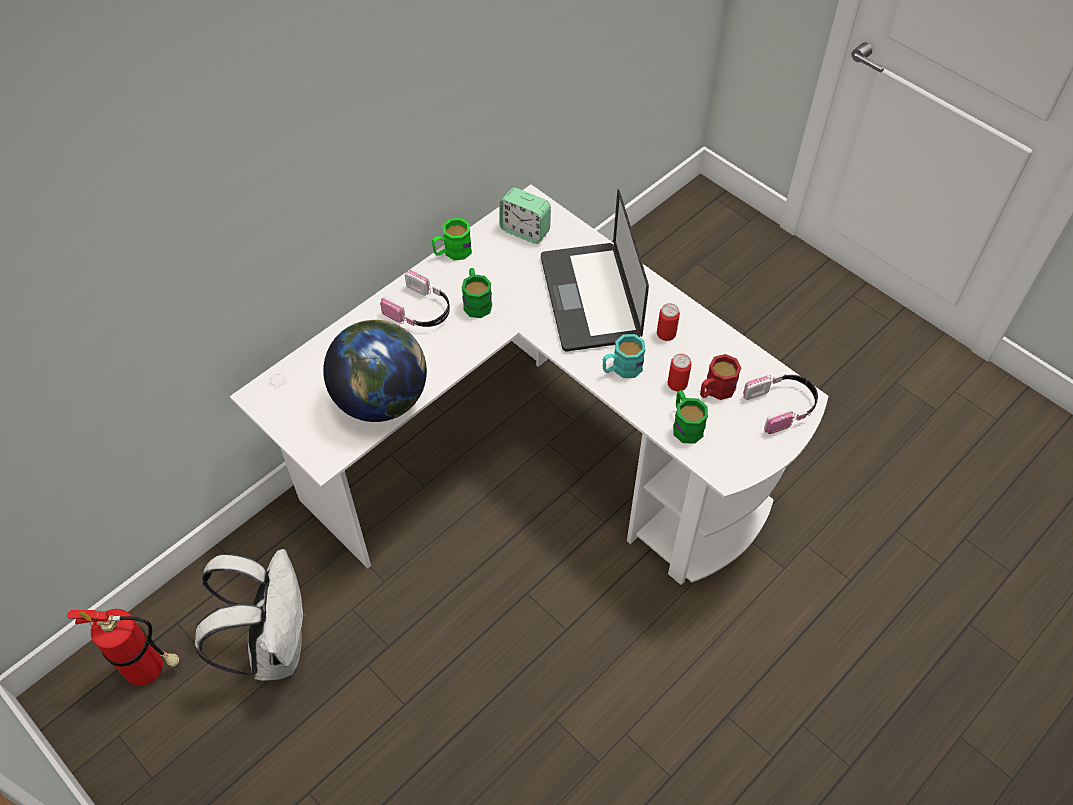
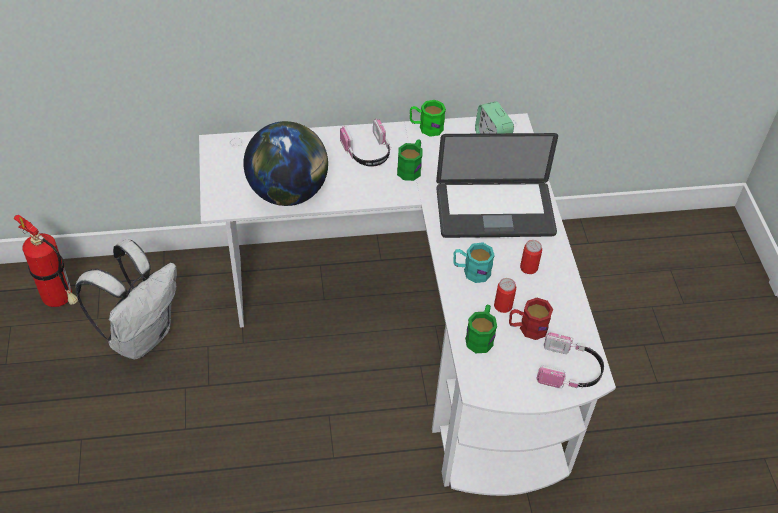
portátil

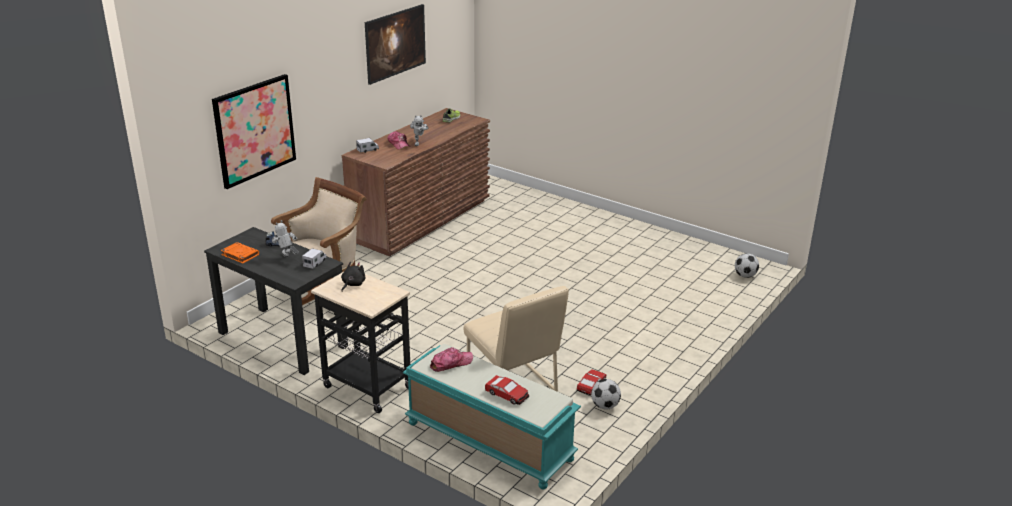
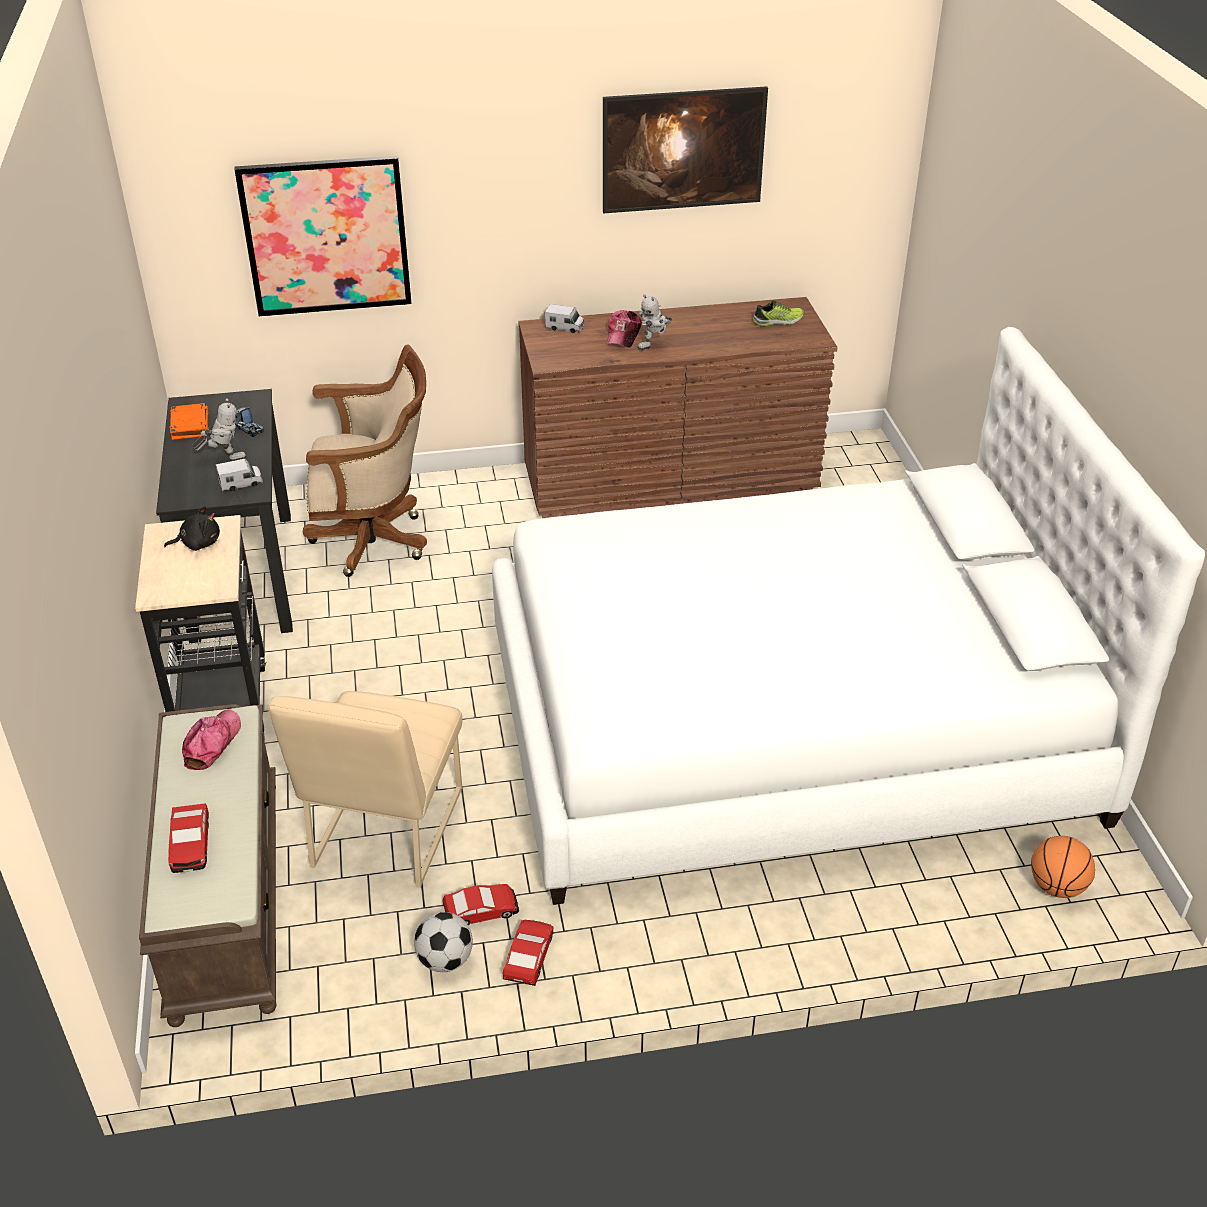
cama/blanco
coche de juguete (no. 3 from left)
balón de baloncesto
banco/marrón
robot de juguete (no. 1 from left)
gorra (no. 1 from left)

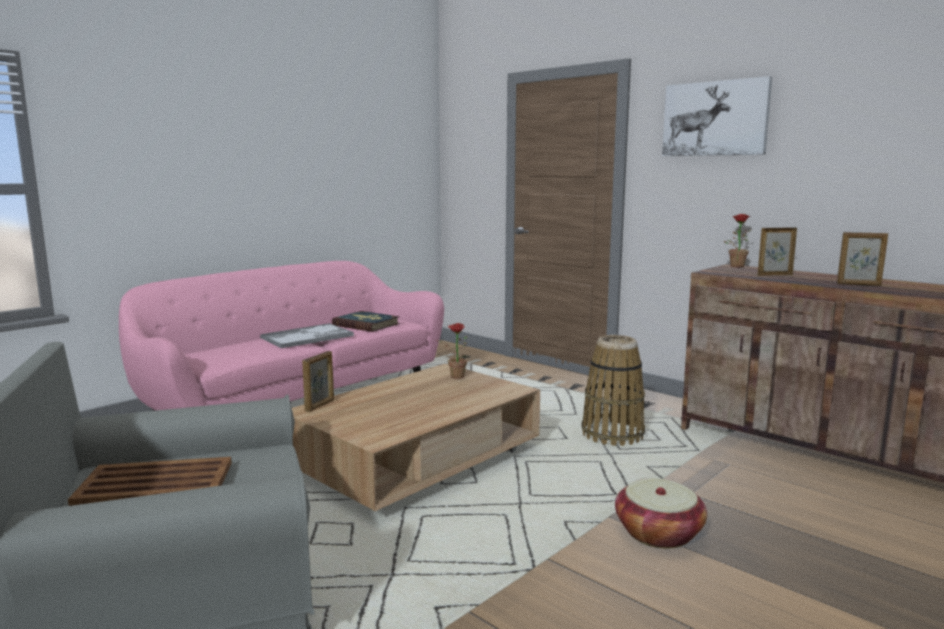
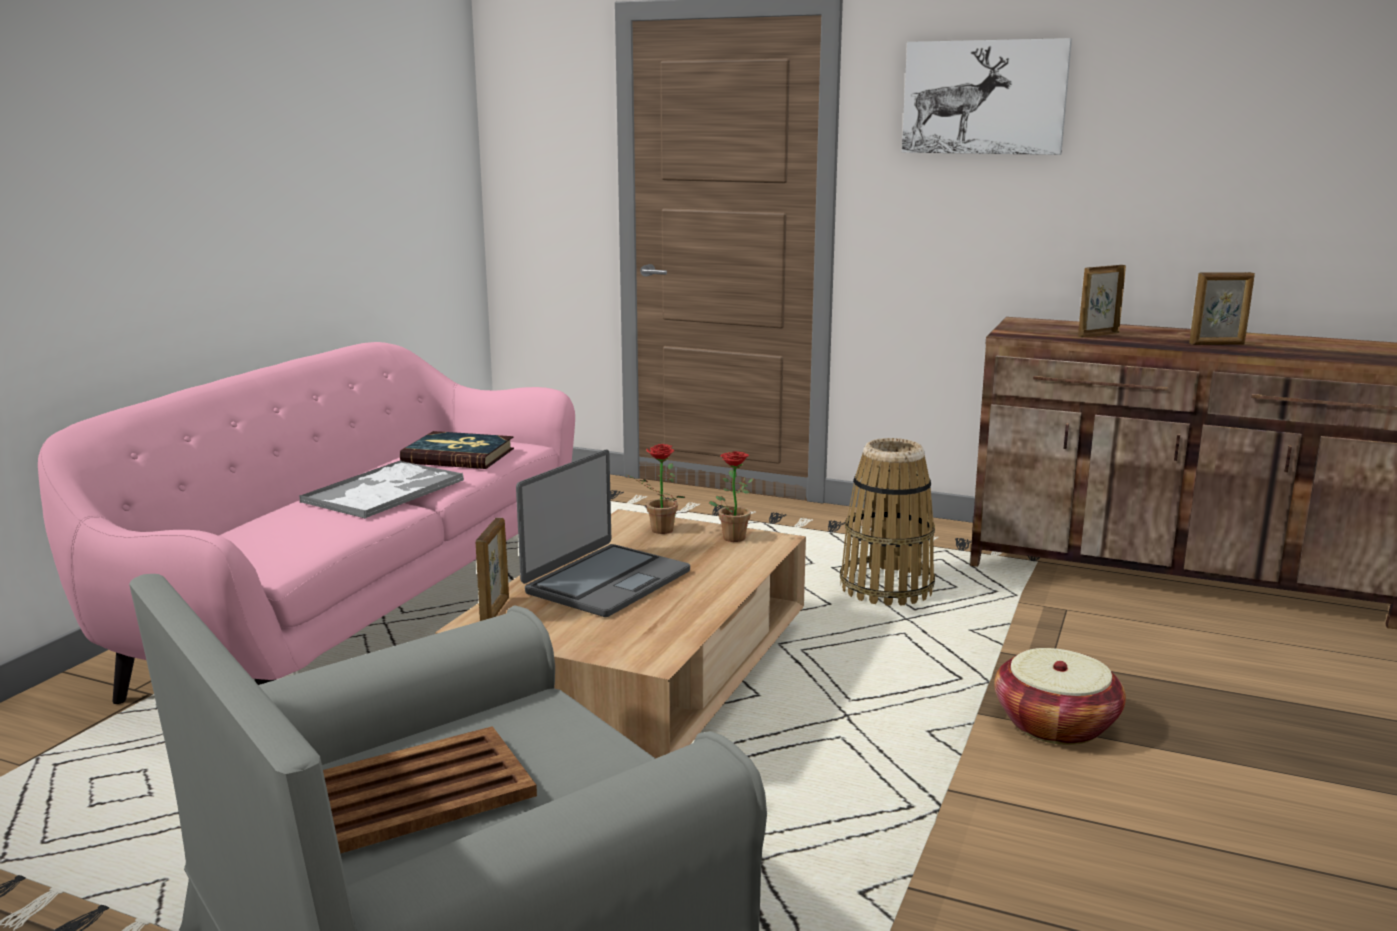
portátil
planta en maceta (no. 2 from left)

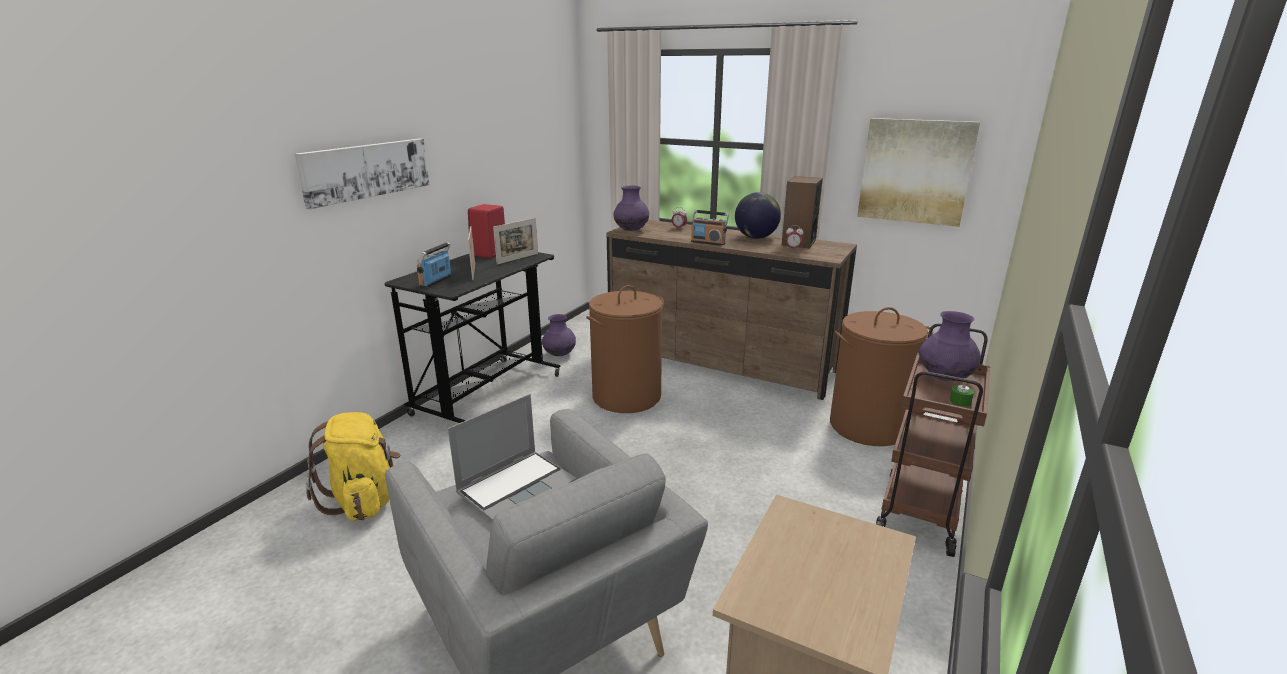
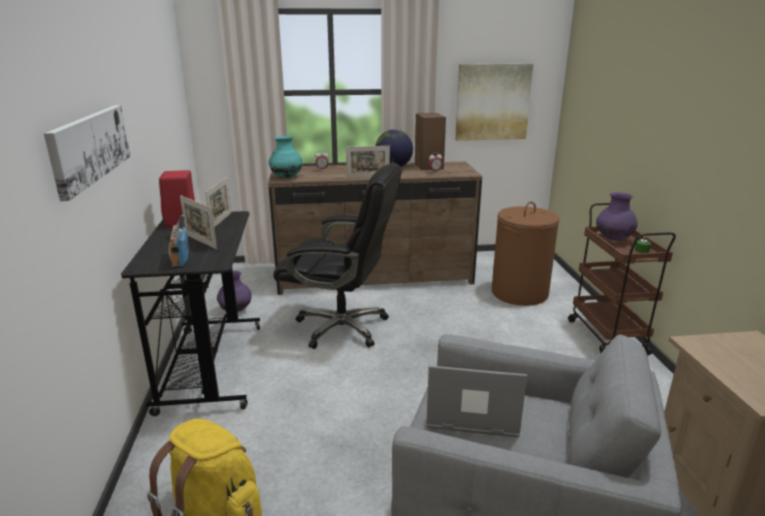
silla de oficina/negro
portarretratos (no. 3 from left)
florero/turquesa
portátil

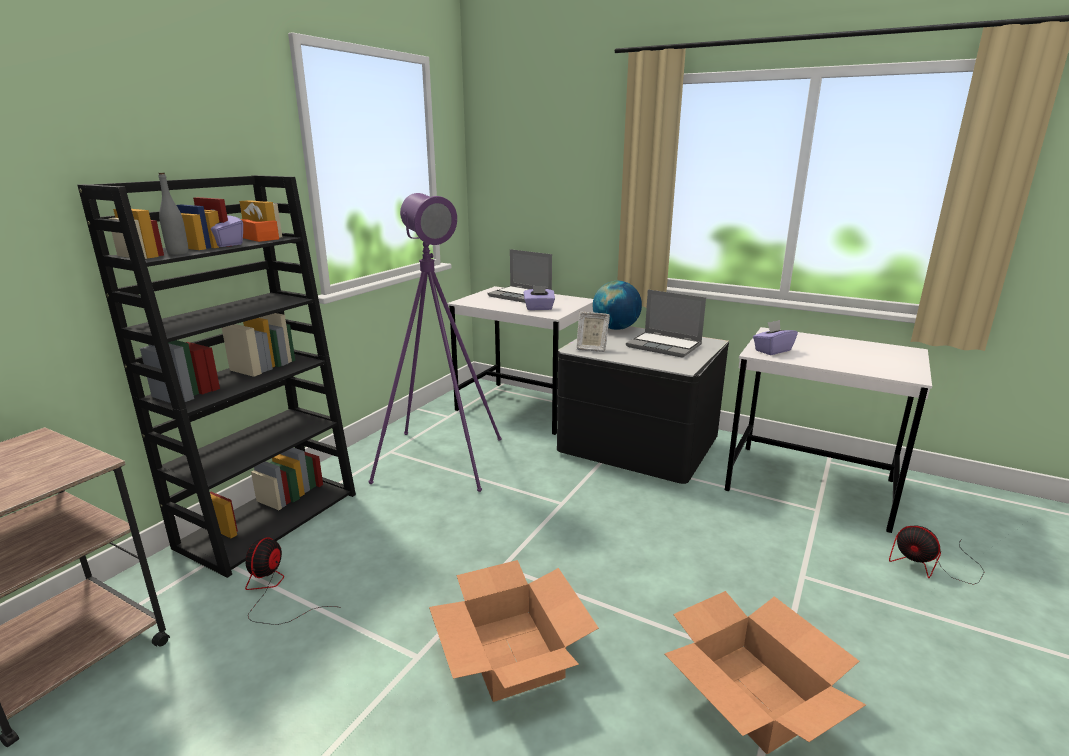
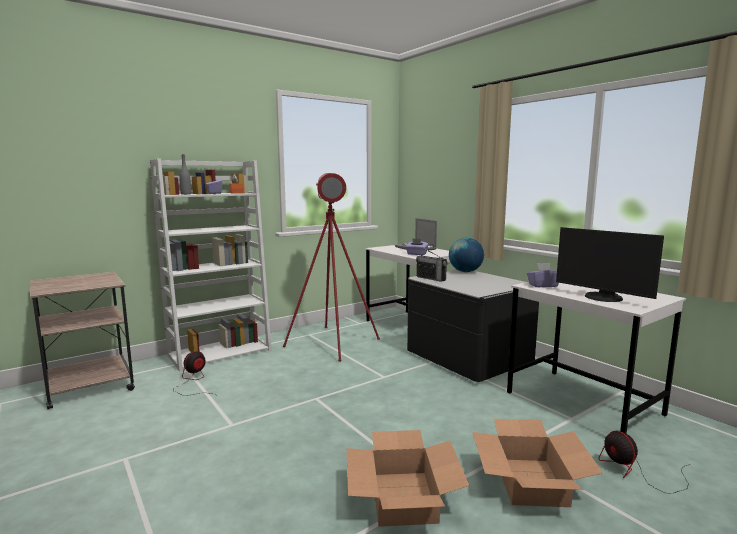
portátil (no. 2 from left in the first image)
monitor
caja de cartón (no. 2 from left)
radio
estantería/blanco
lámpara de pie/rojo

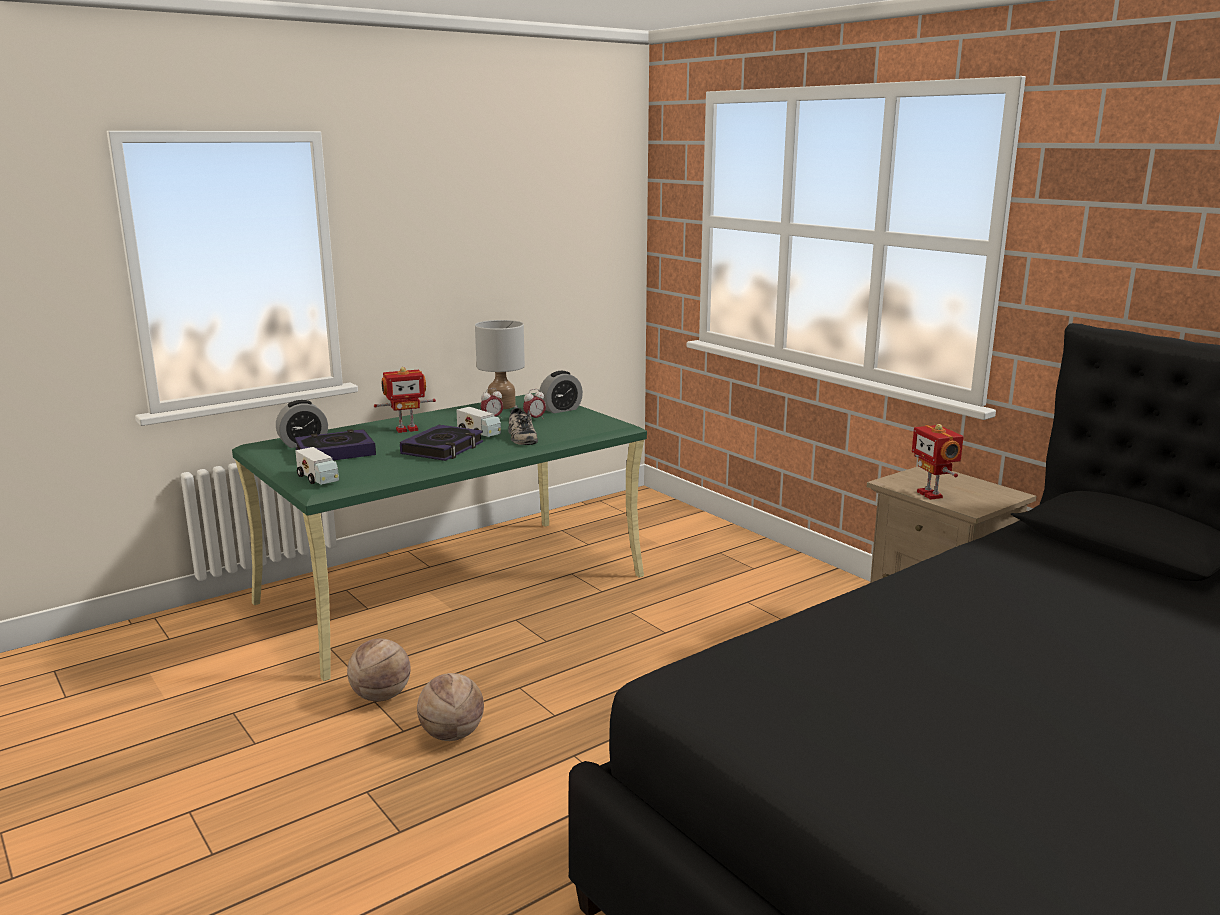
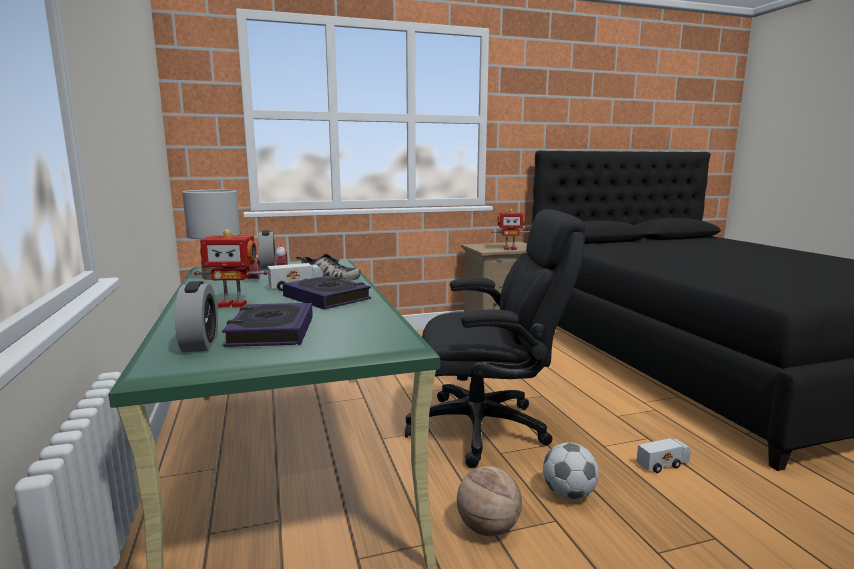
silla de oficina/negro
camión de juguete (no. 2 from left)
balón de fútbol
robot de juguete (no. 1 from left)

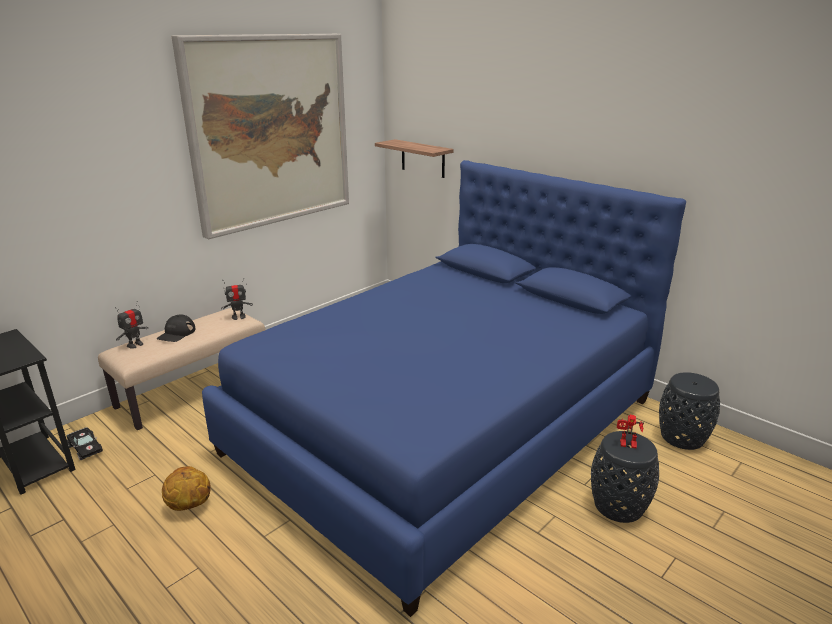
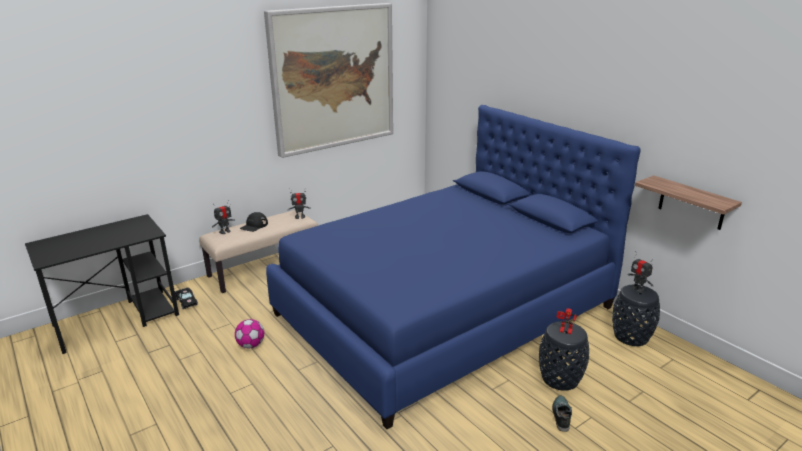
zapato
robot de juguete (no. 4 from left)
estante
balón de fútbol

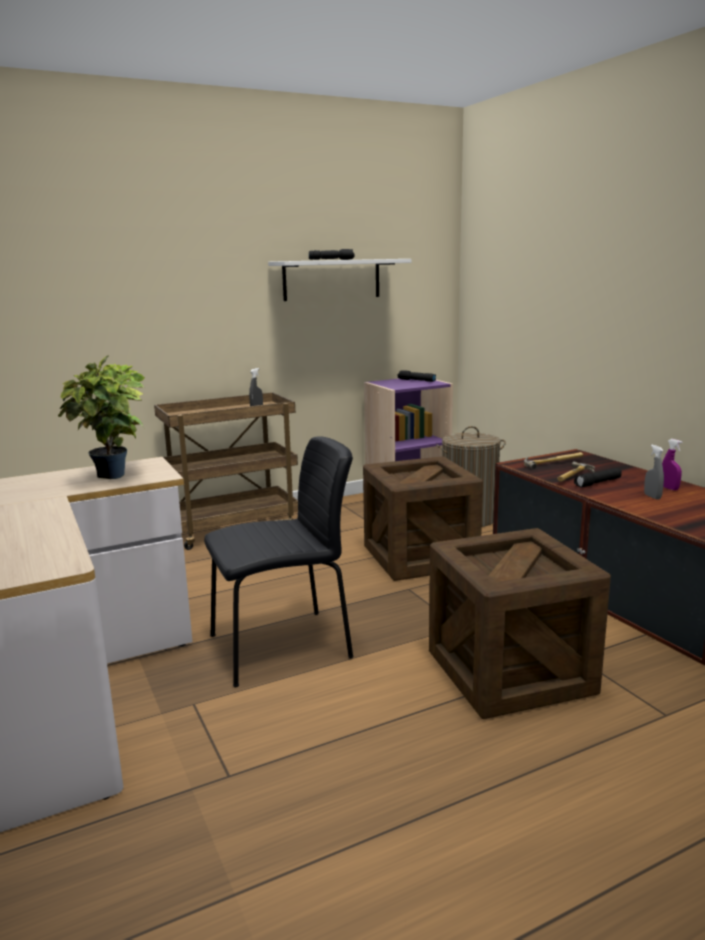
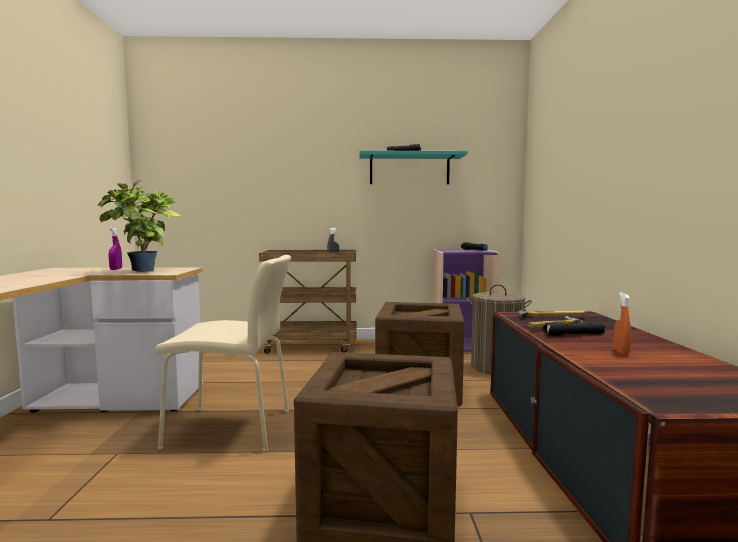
pulverizador/morado
silla/beis
estante/turquesa
pulverizador/naranja

